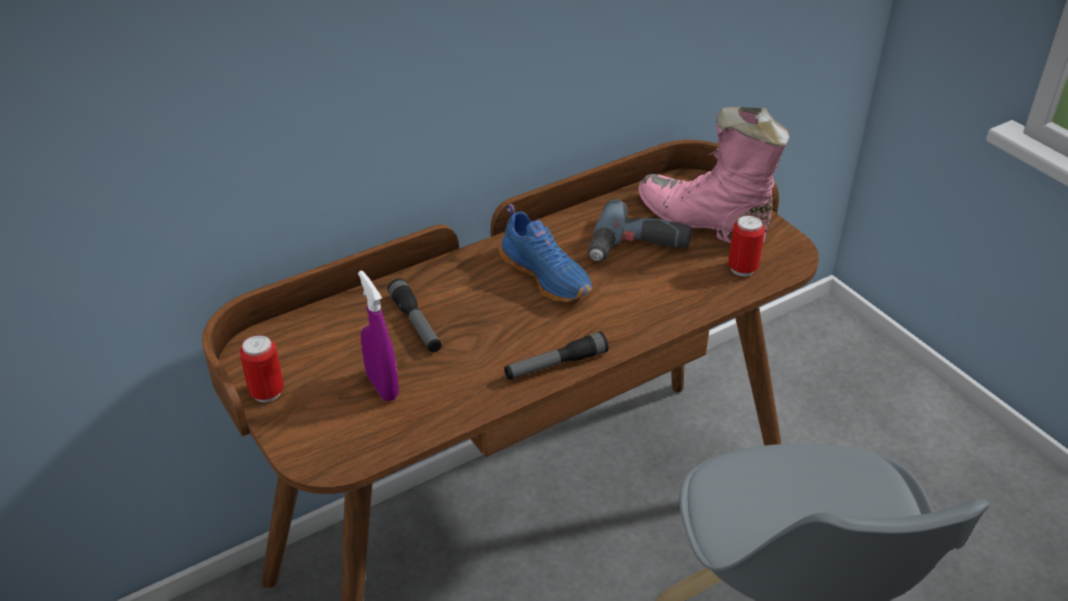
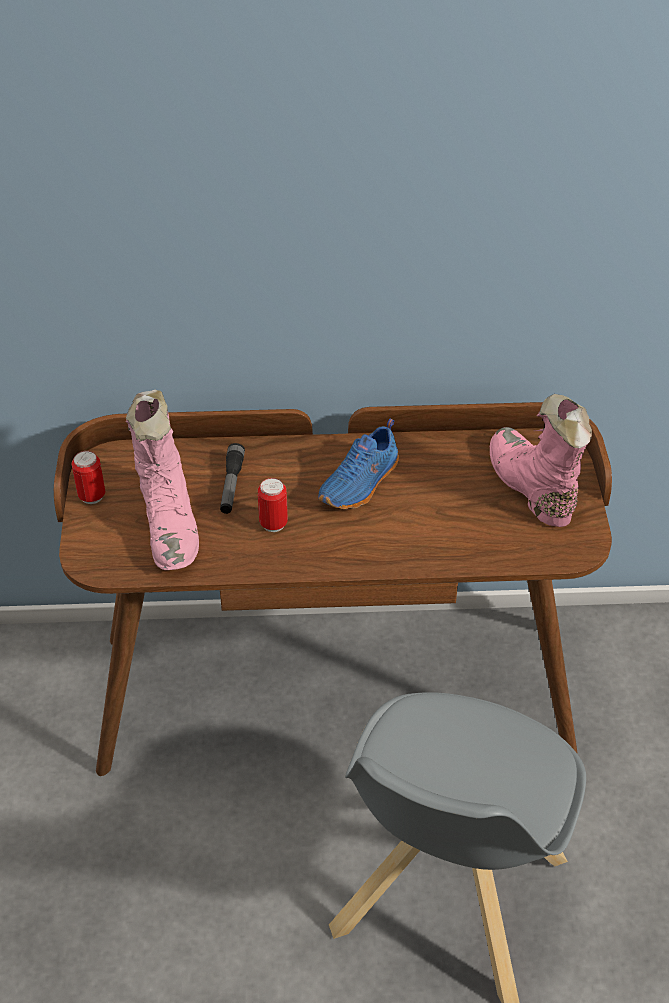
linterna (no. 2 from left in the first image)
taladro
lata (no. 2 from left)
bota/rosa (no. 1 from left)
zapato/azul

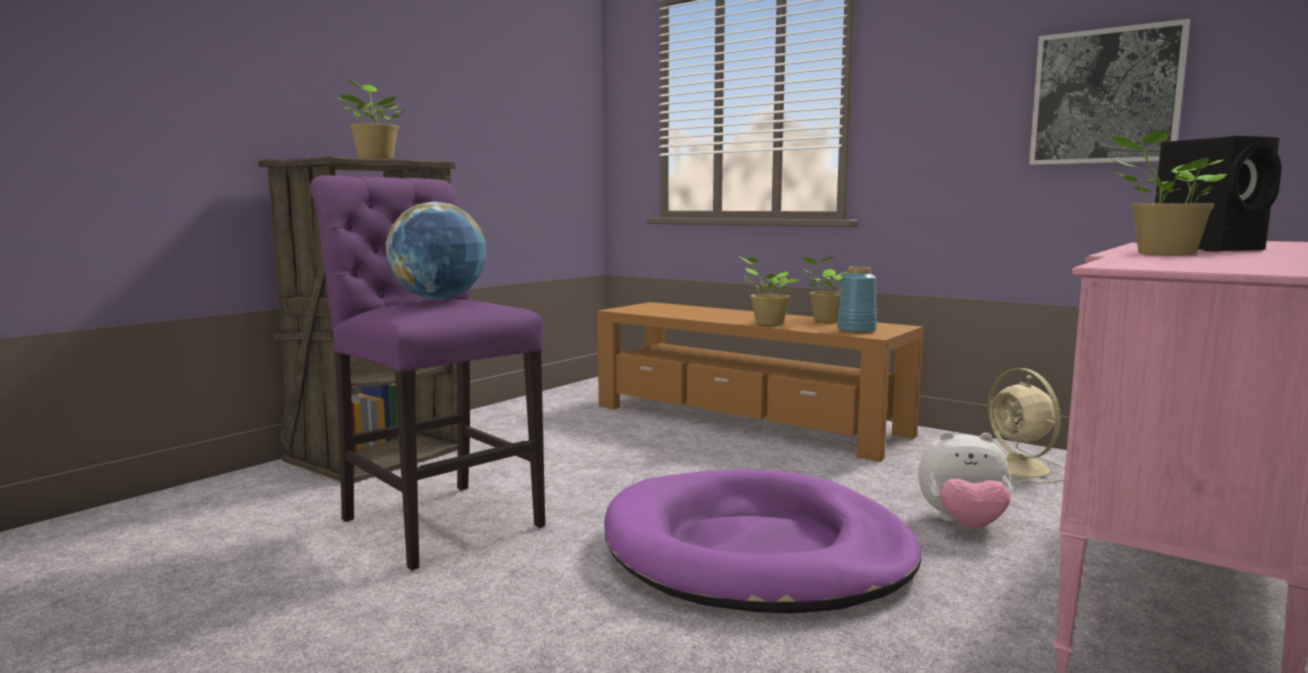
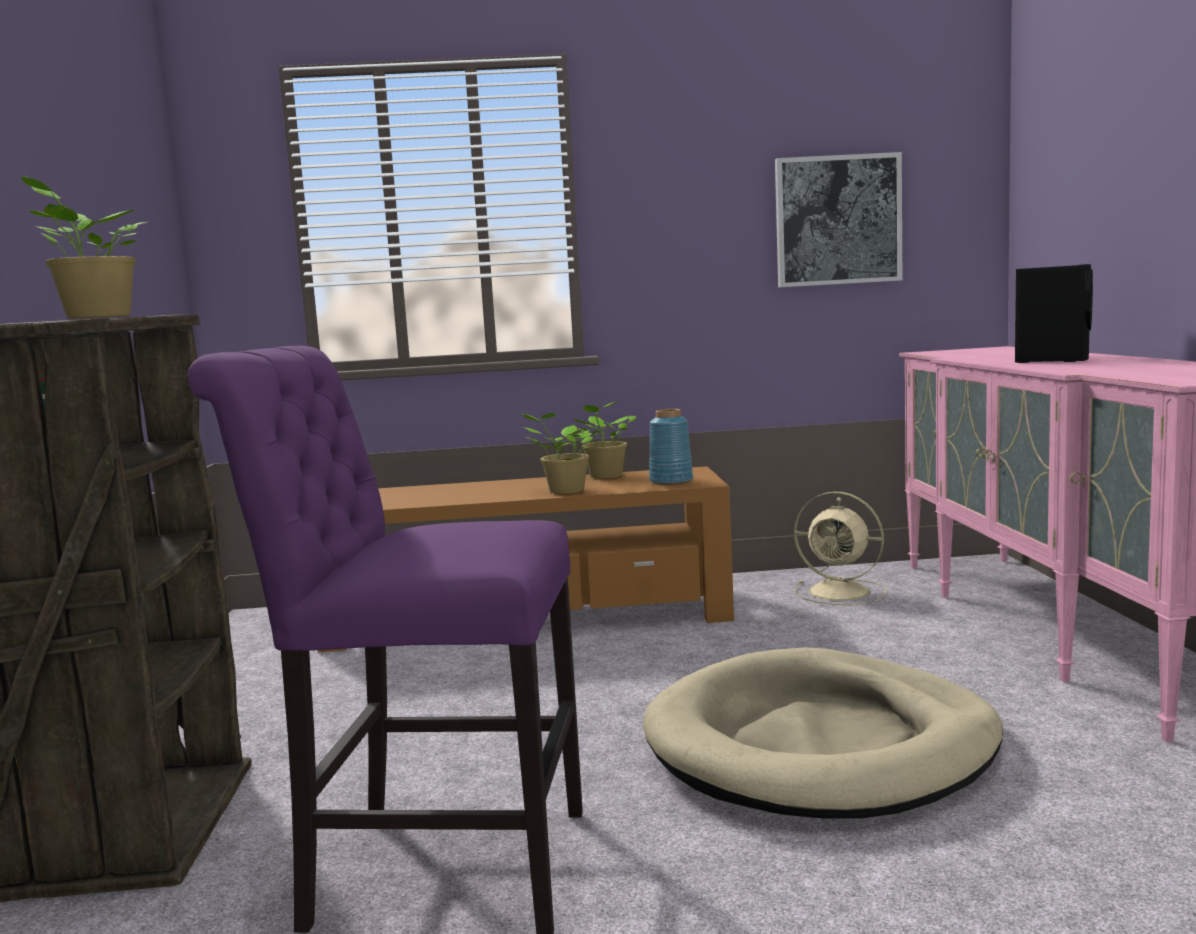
globo terráqueo
peluche
planta en maceta (no. 4 from left in the first image)
cama para perro/beis

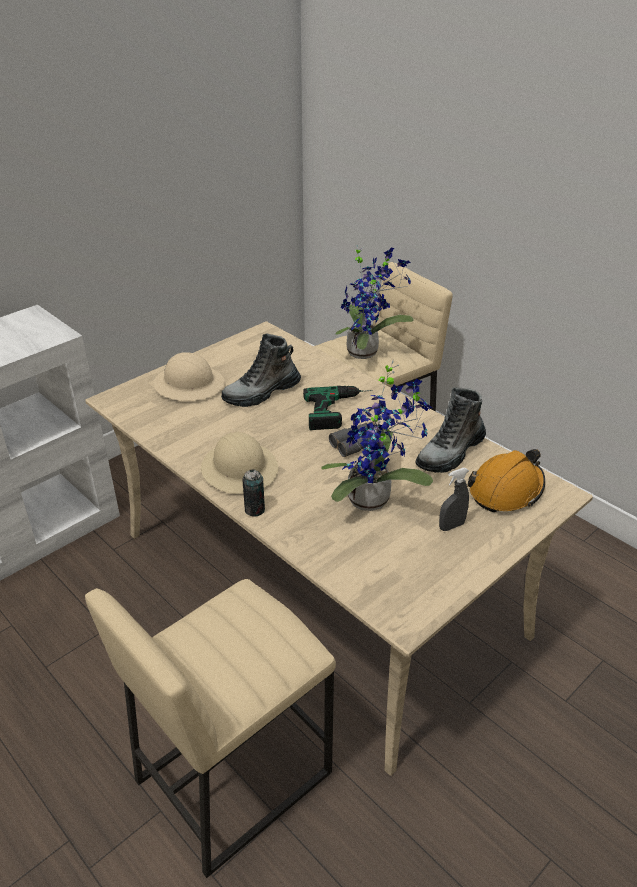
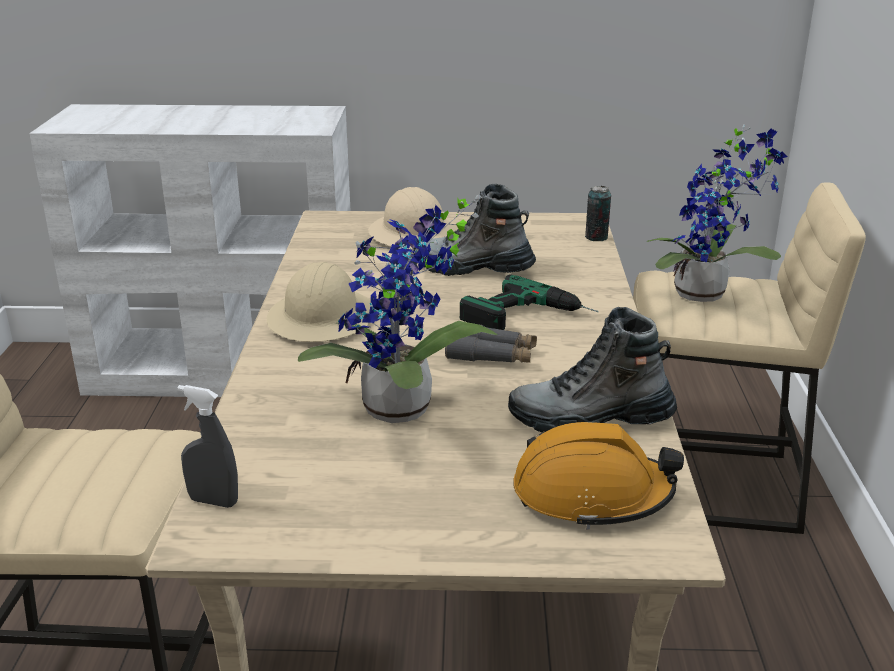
lata
pulverizador/gris

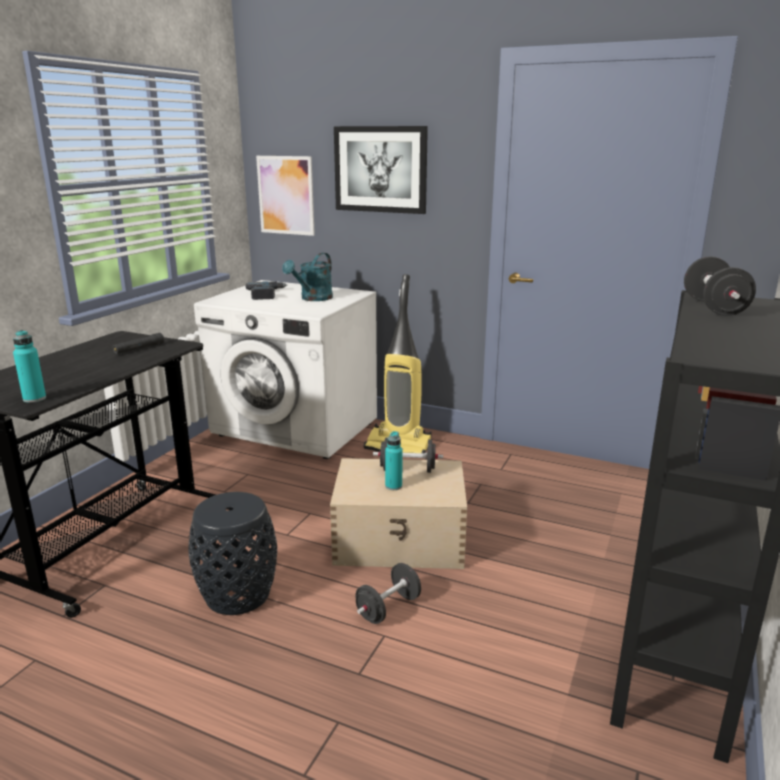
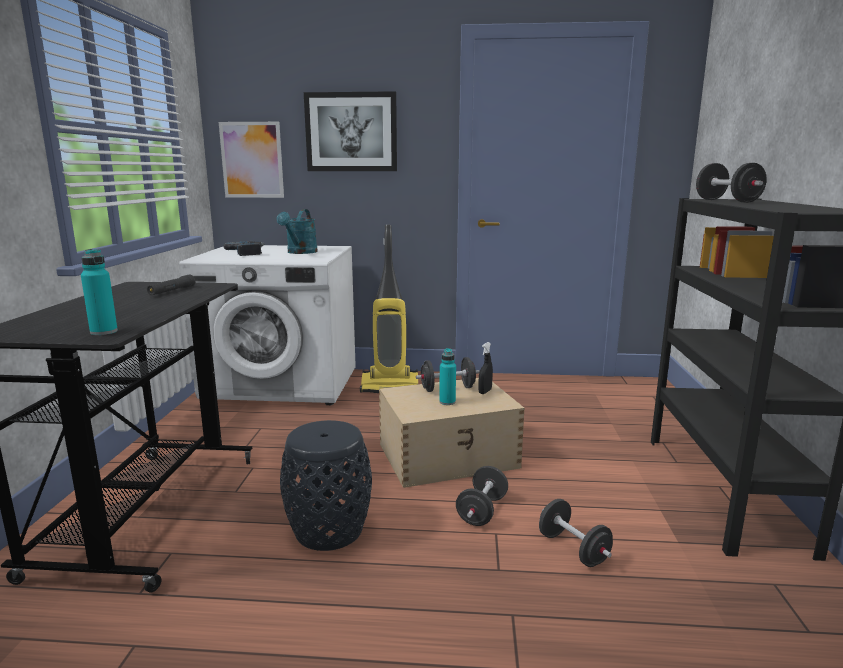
pulverizador/negro
mancuerna/negro (no. 3 from left)

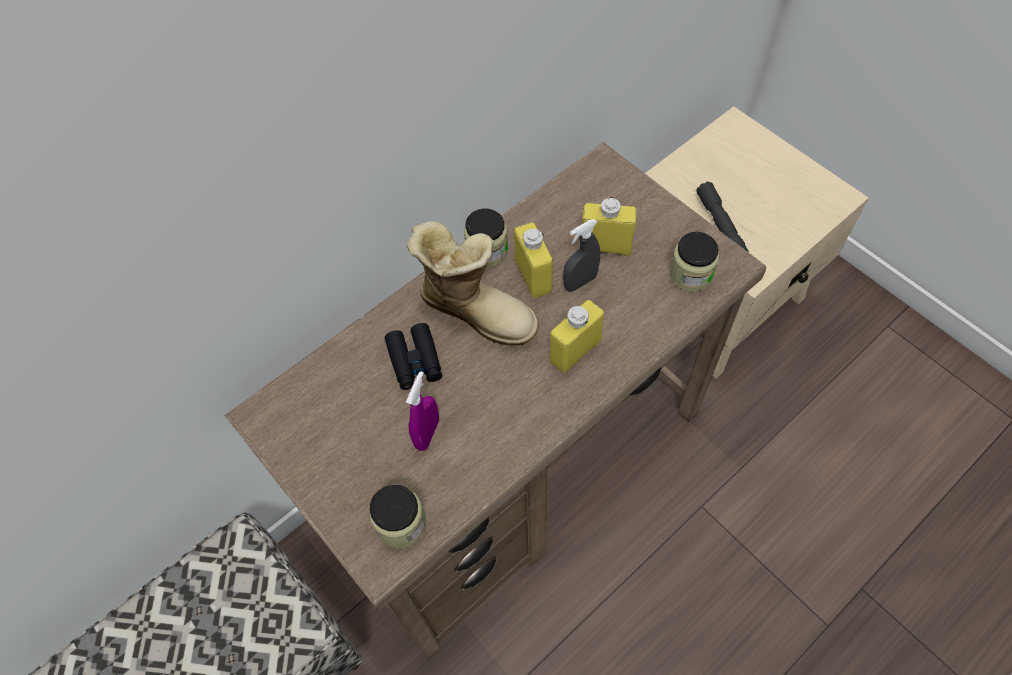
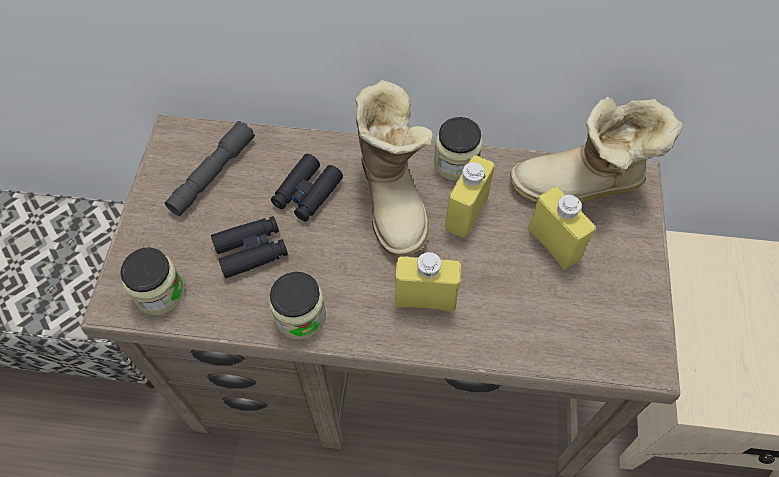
pulverizador/gris
bota (no. 2 from left)
tarro (no. 2 from left)
linterna/gris
prismáticos/negro (no. 1 from left)

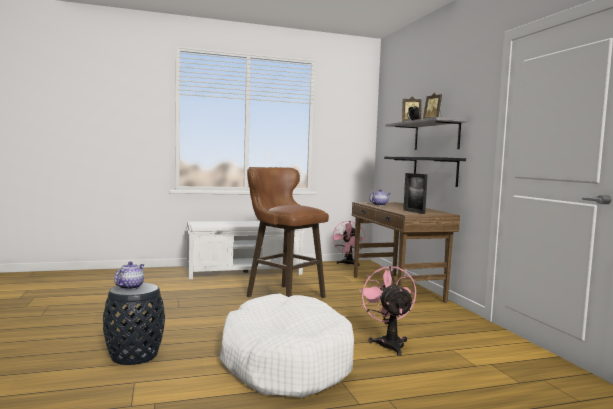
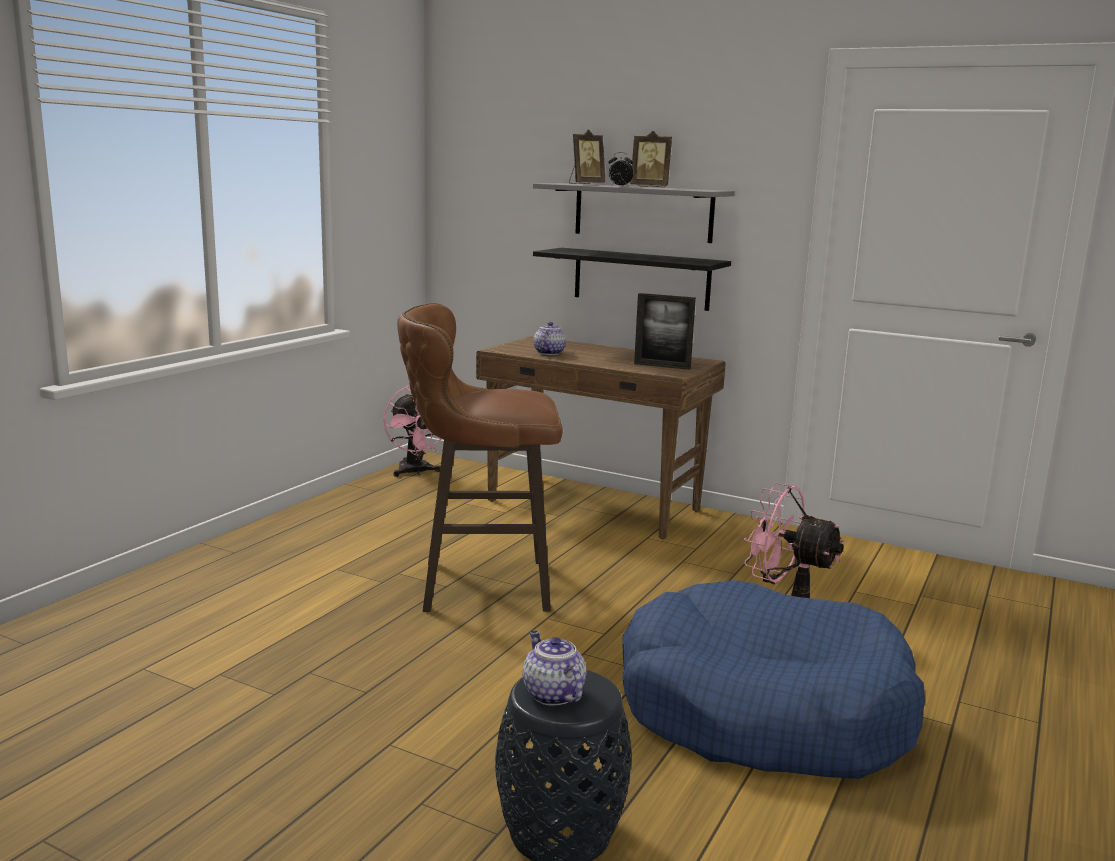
banco/blanco
cama para perro/azul

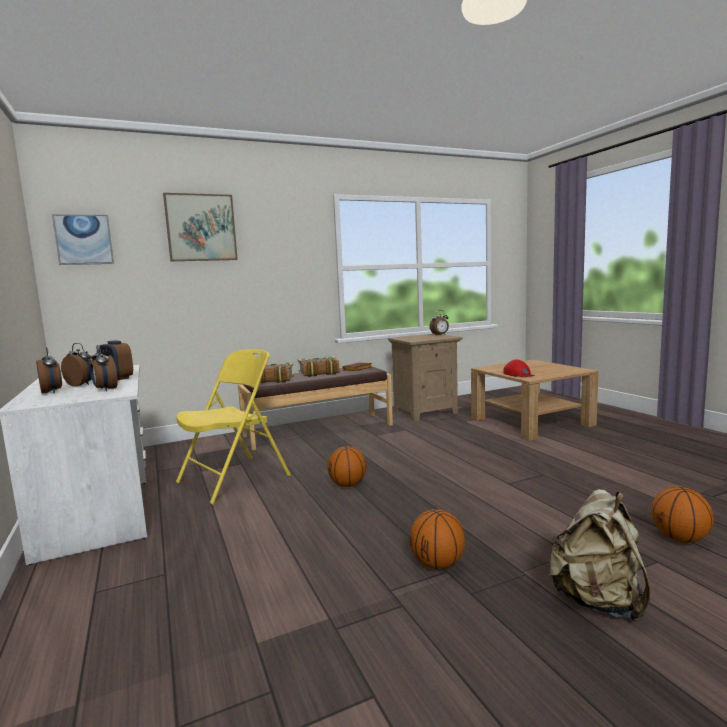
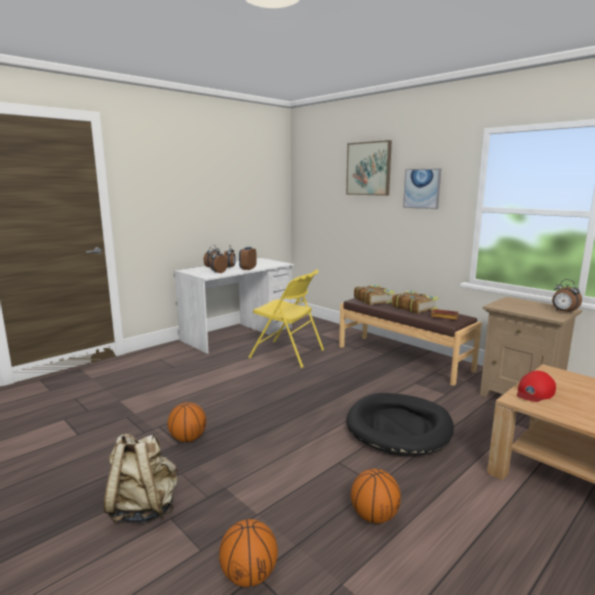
cama para perro/negro
cuadro (no. 2 from left)
balón de baloncesto (no. 3 from left)

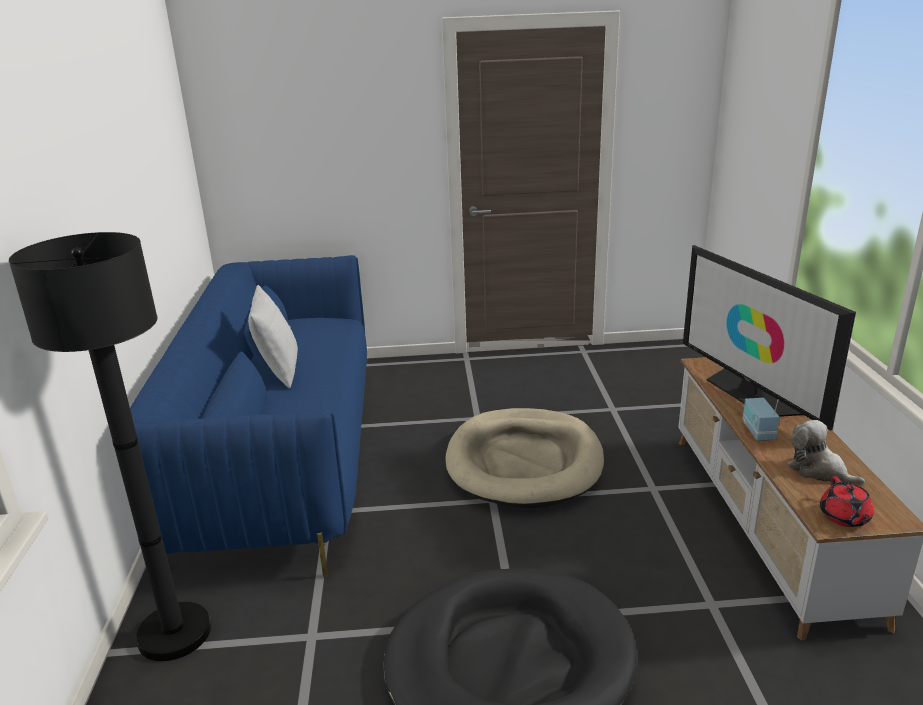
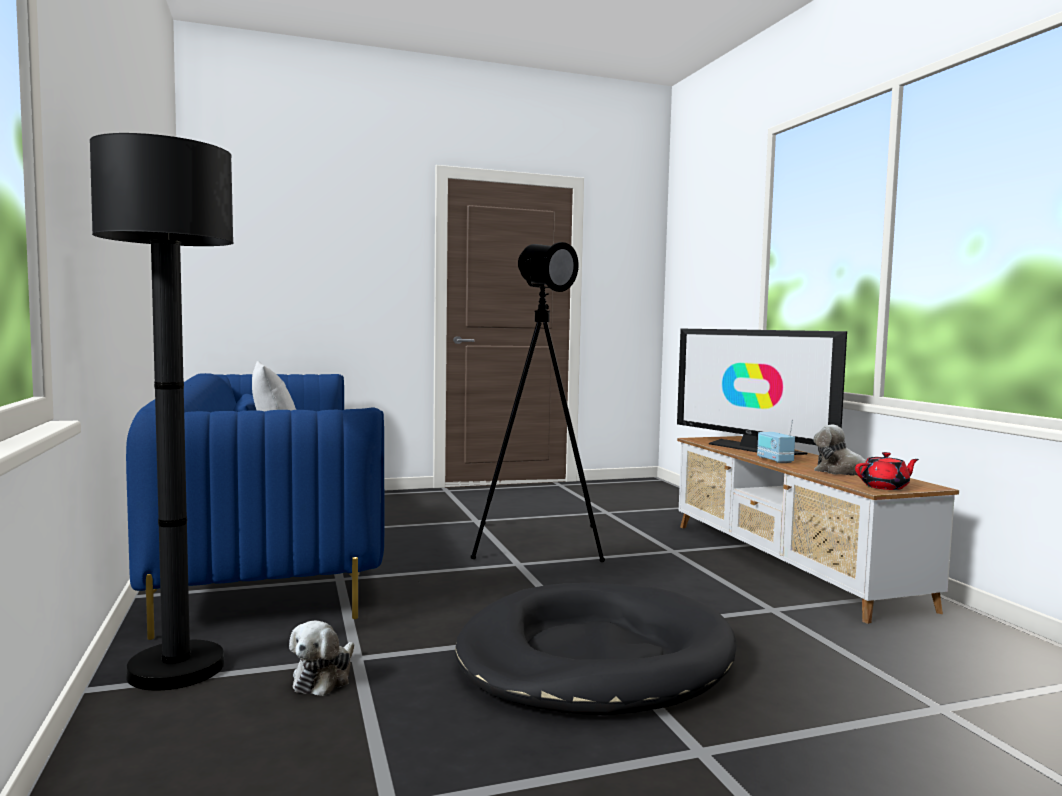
peluche (no. 1 from left)
lámpara de pie/negro (no. 2 from left)
tetera/rojo

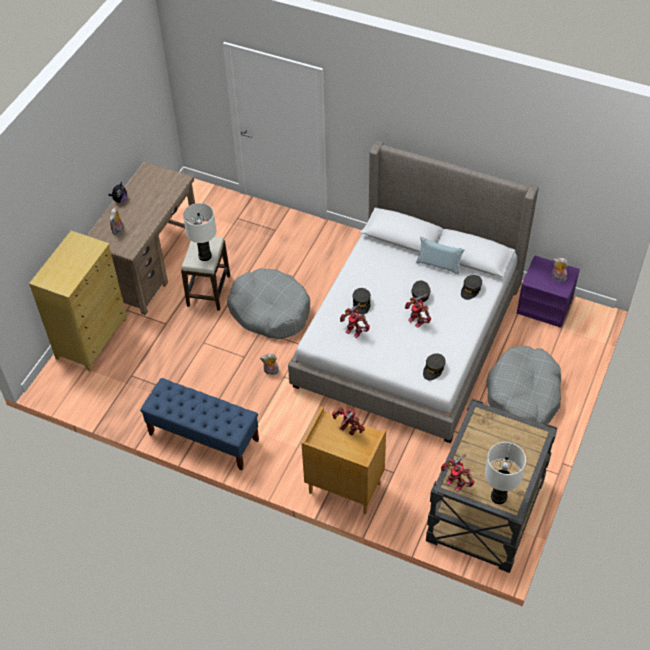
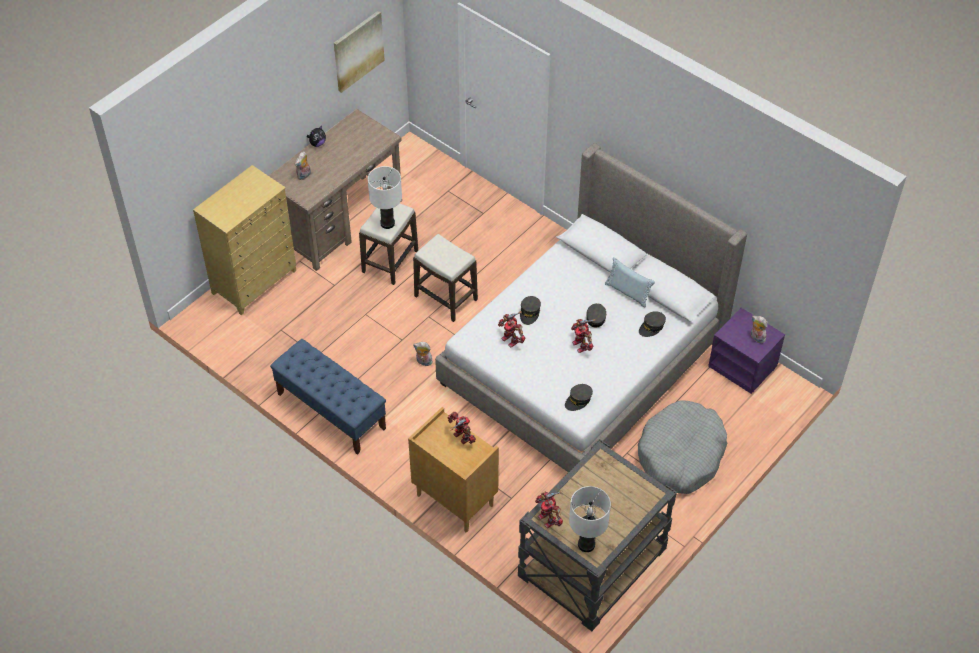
cuadro
taburete (no. 2 from left)

